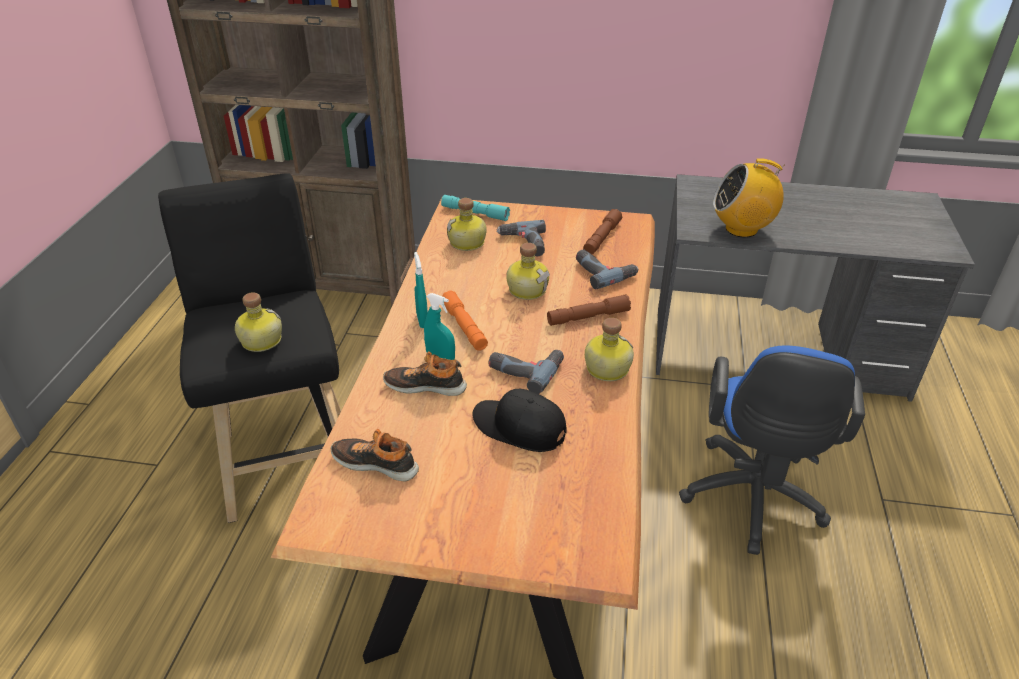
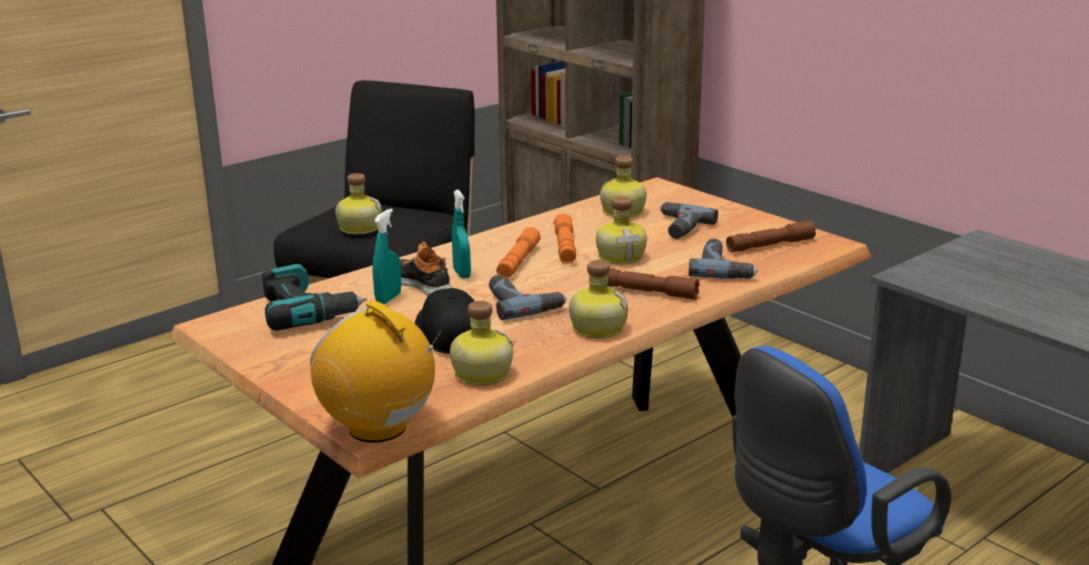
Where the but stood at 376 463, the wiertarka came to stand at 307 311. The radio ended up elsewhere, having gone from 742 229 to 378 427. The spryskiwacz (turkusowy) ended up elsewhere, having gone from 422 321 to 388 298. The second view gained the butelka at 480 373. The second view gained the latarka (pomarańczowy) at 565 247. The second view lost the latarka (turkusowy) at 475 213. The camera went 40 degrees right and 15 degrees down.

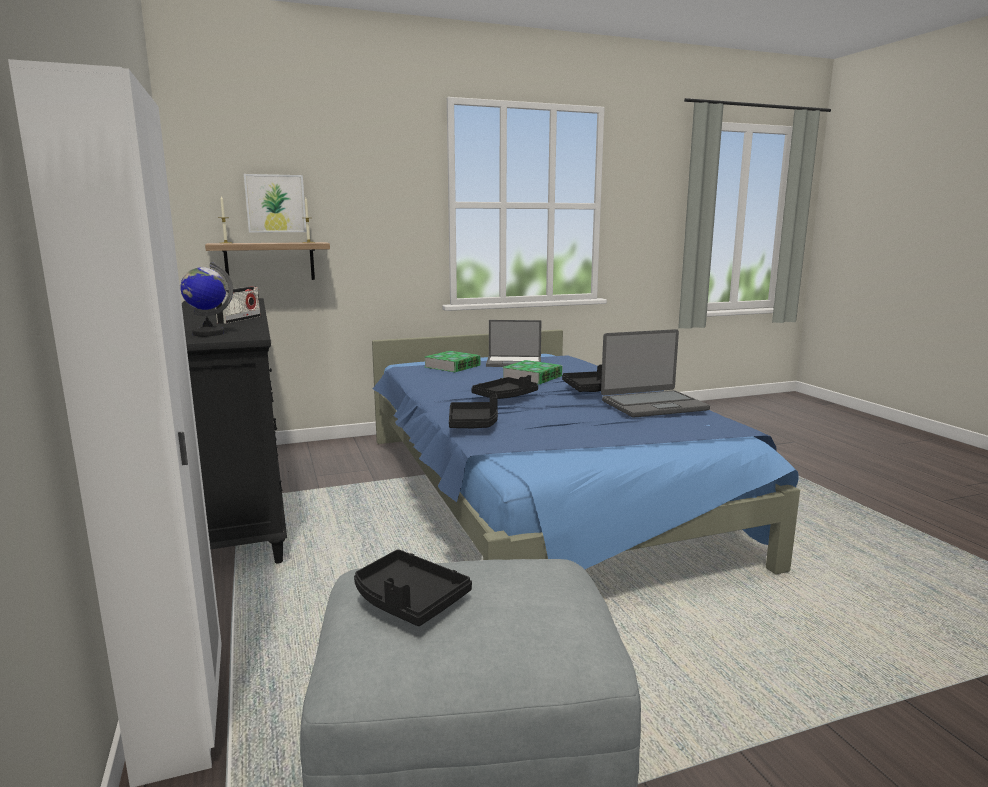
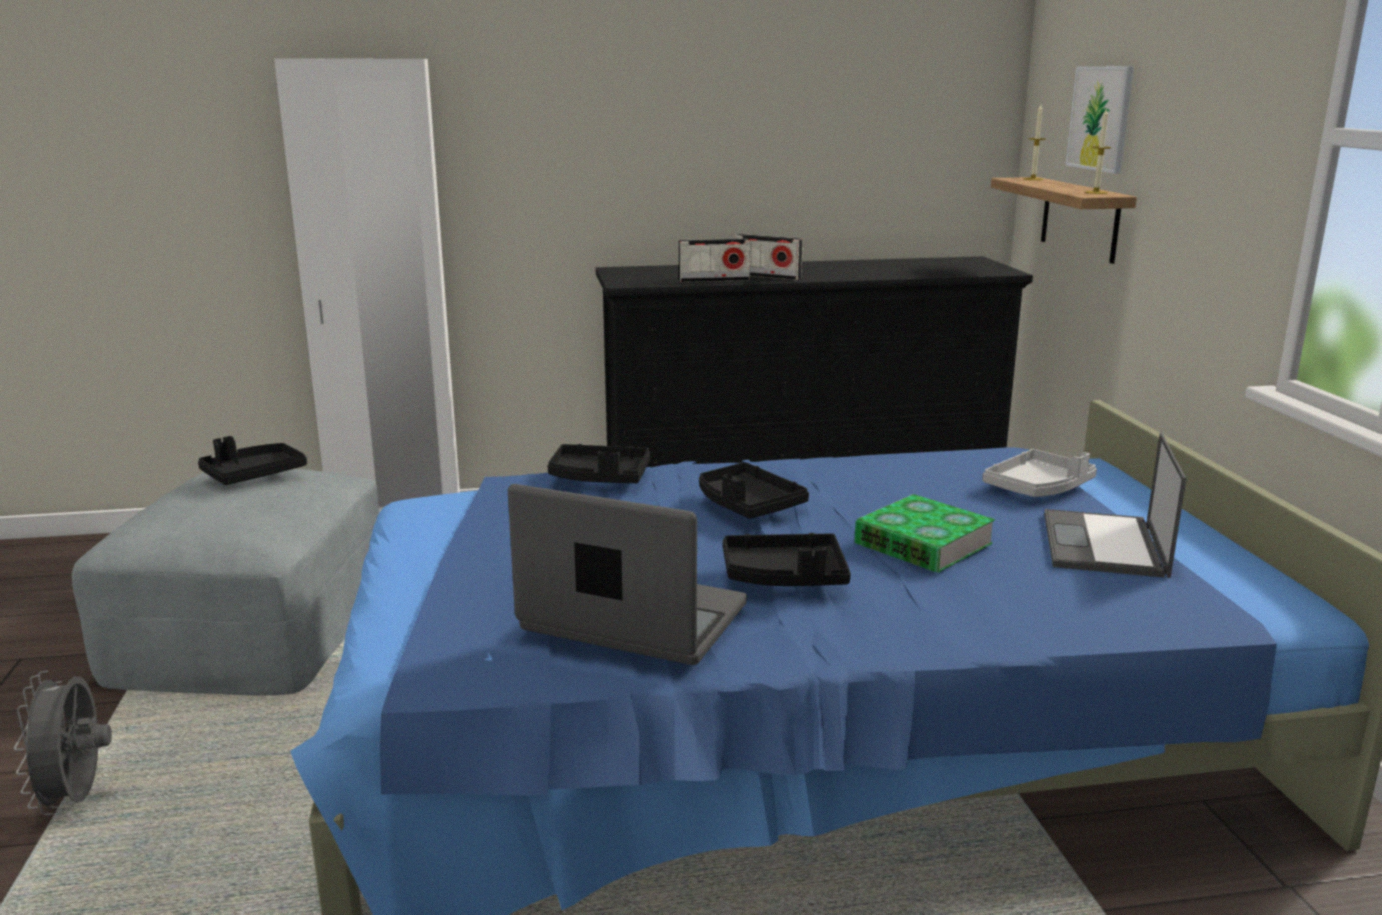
The second view gained the wentylator (szary) at 77 799. The laptop at 653 405 ended up facing another way, 120 degrees clockwise from before. The second view gained the radio at 714 280. Where the książka stood at 452 366, the taca (szary) came to stand at 1038 488. The second view lost the globus at 208 333. The camera went 100 degrees right and 5 degrees up.

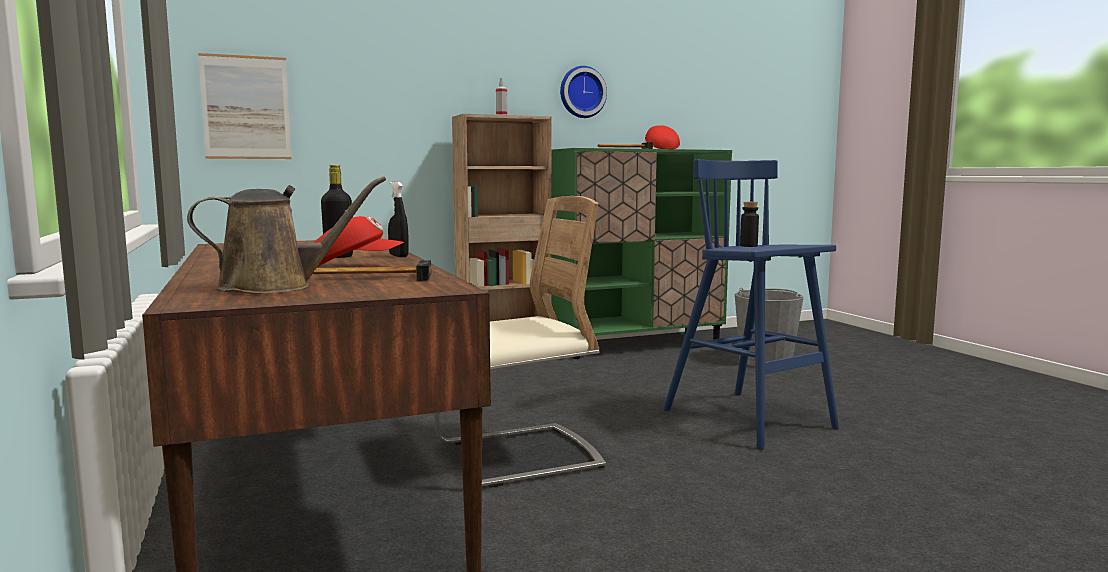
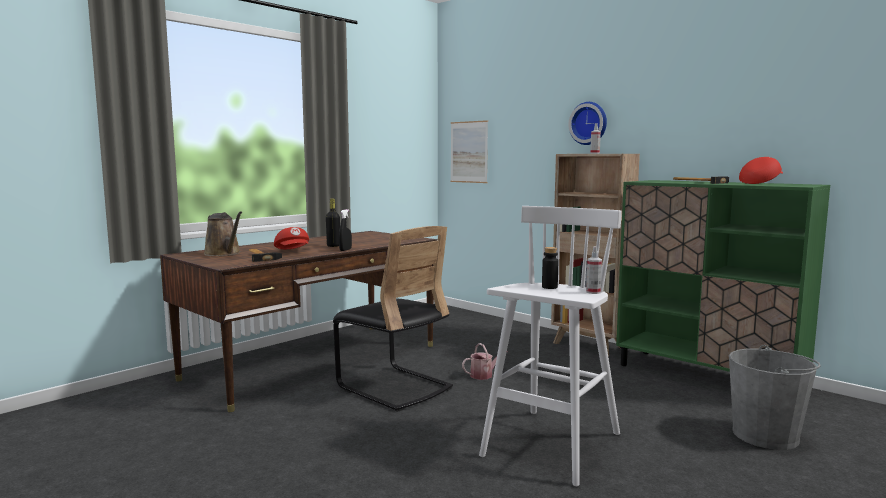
What was the krzesło (beżowy) at 517 456 turned into the krzesło (czarny) at 394 388. The second view gained the konewka at 484 375. What was the stołek (niebieski) at 750 420 turned into the stołek (biały) at 551 446. The zegar ścienny ended up elsewhere, having gone from 581 92 to 589 123. The second view gained the spryskiwacz at 593 292. The camera went 65 degrees right and 0 degrees up.

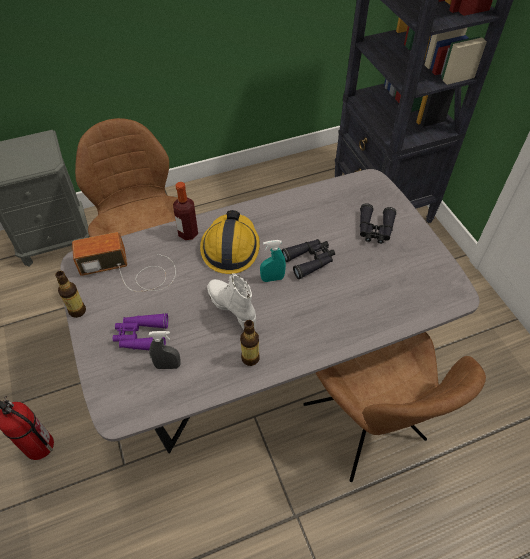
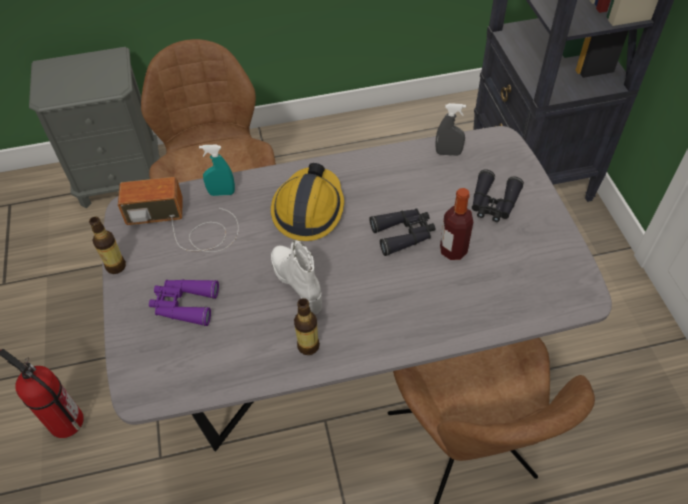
The spryskiwacz (turkusowy) ended up elsewhere, having gone from 272 278 to 221 193. The spryskiwacz (szary) ended up elsewhere, having gone from 167 366 to 448 153. The butelka ended up elsewhere, having gone from 188 233 to 453 250. The camera went 10 degrees right and 0 degrees up.

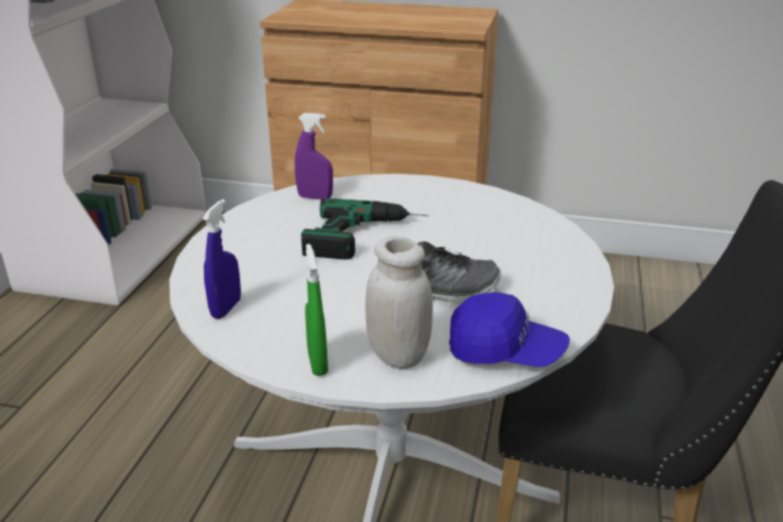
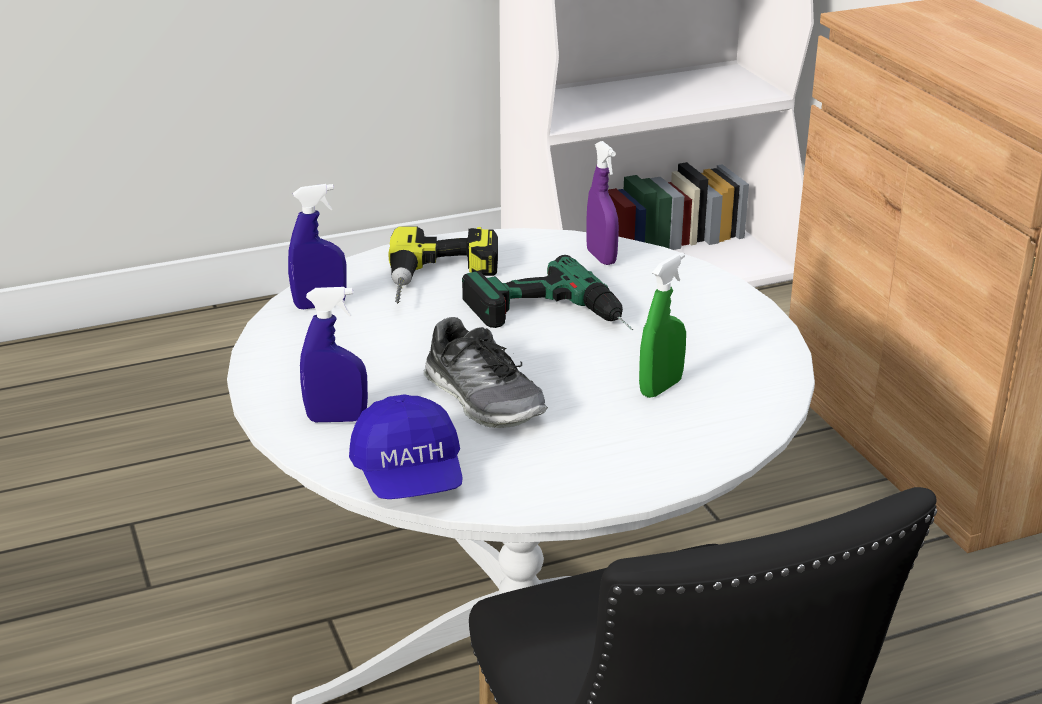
Where the słoik (biały) stood at 398 355, the spryskiwacz (niebieski) came to stand at 336 419. The second view gained the wiertarka at 441 279. The spryskiwacz (zielony) ended up elsewhere, having gone from 317 363 to 660 387. The camera went 55 degrees right and 0 degrees up.

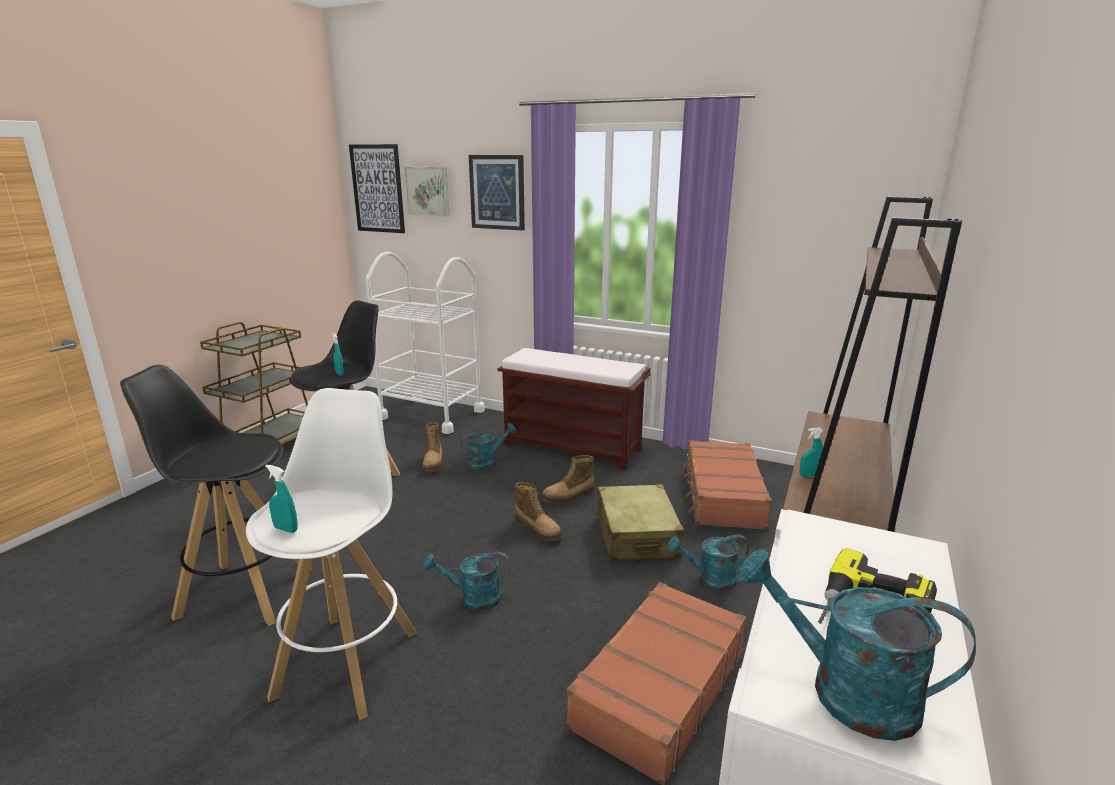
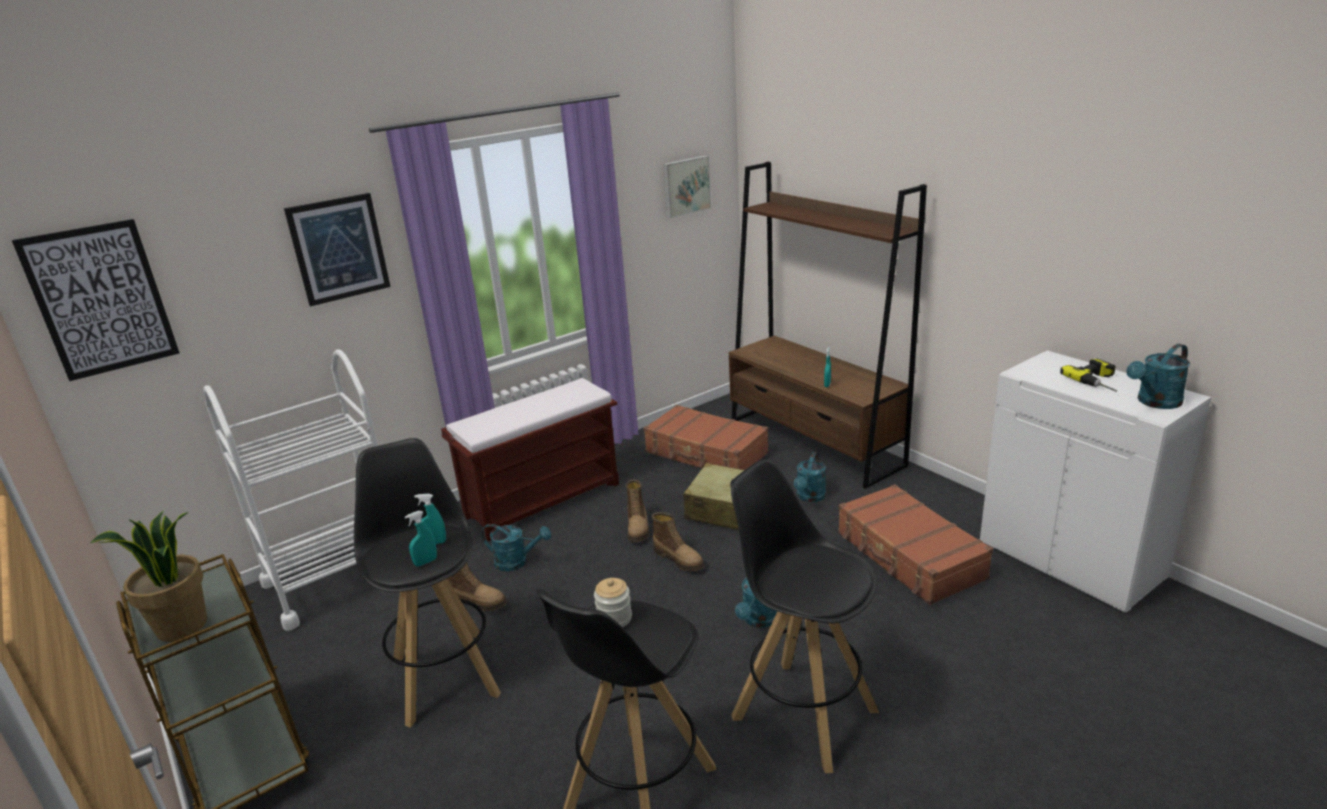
The second view gained the roślina doniczkowa at 182 627. The spryskiwacz (turkusowy) ended up elsewhere, having gone from 286 529 to 426 562. The konewka (turkusowy) at 486 462 ended up facing another way, 105 degrees clockwise from before. The second view gained the słoik at 614 618. The but z cholewką at 538 529 ended up facing another way, 60 degrees clockwise from before. The obraz ended up elsewhere, having gone from 428 191 to 685 186. What was the stołek (biały) at 348 661 turned into the stołek (czarny) at 803 712. The camera went 60 degrees left and 5 degrees up.

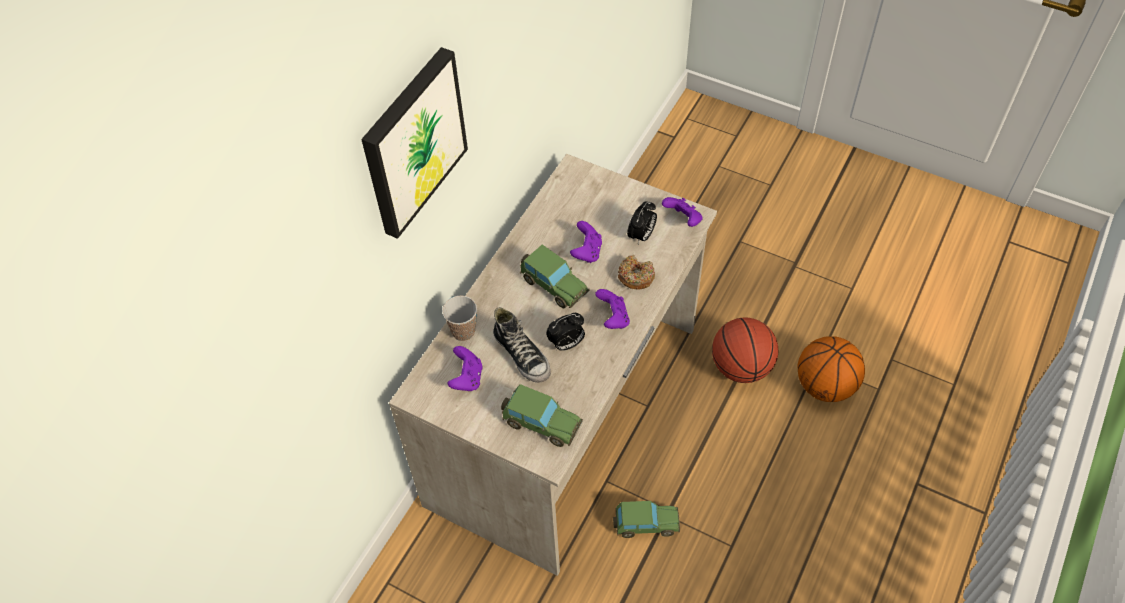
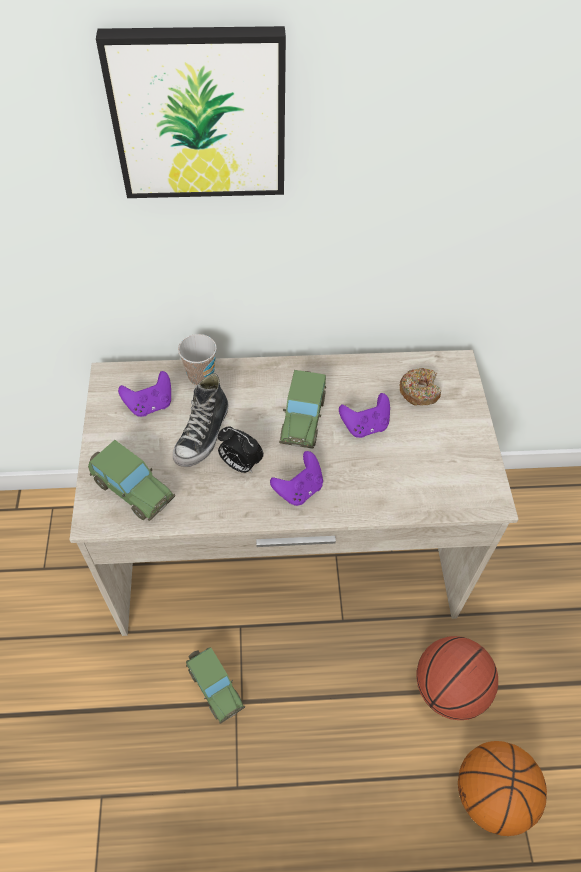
The samochodzik at 541 423 ended up facing another way, 45 degrees counterclockwise from before. The donut ended up elsewhere, having gone from 635 276 to 419 391. The second view lost the budzik at 641 236. The second view lost the pad do gier (fioletowy) at 683 220. The camera went 55 degrees right and 0 degrees up.

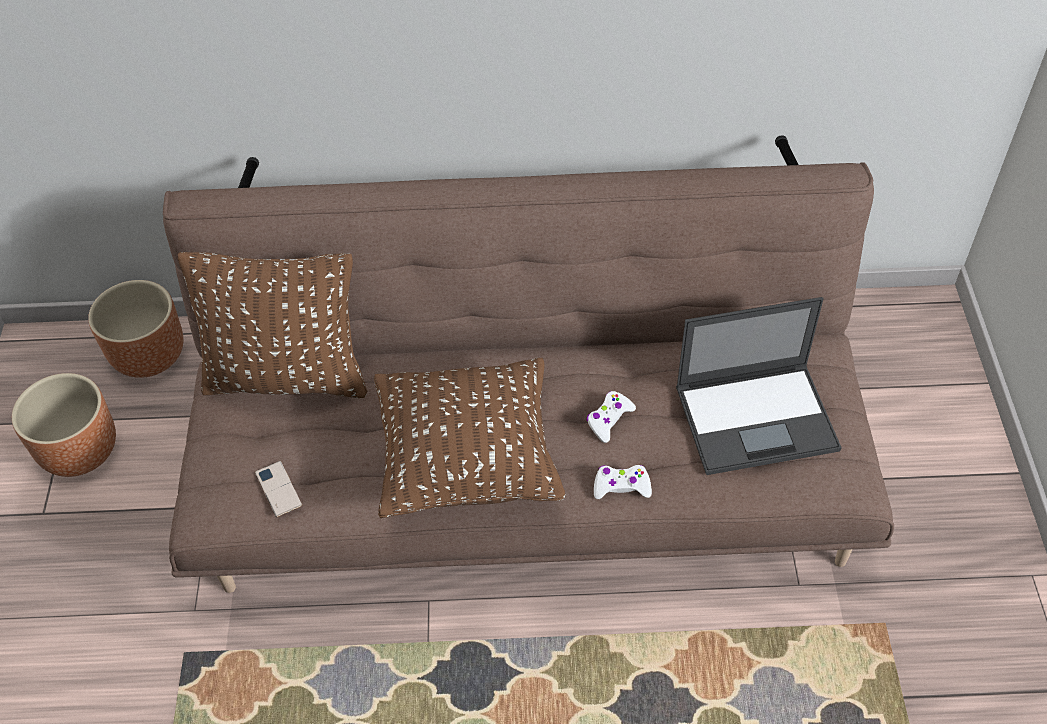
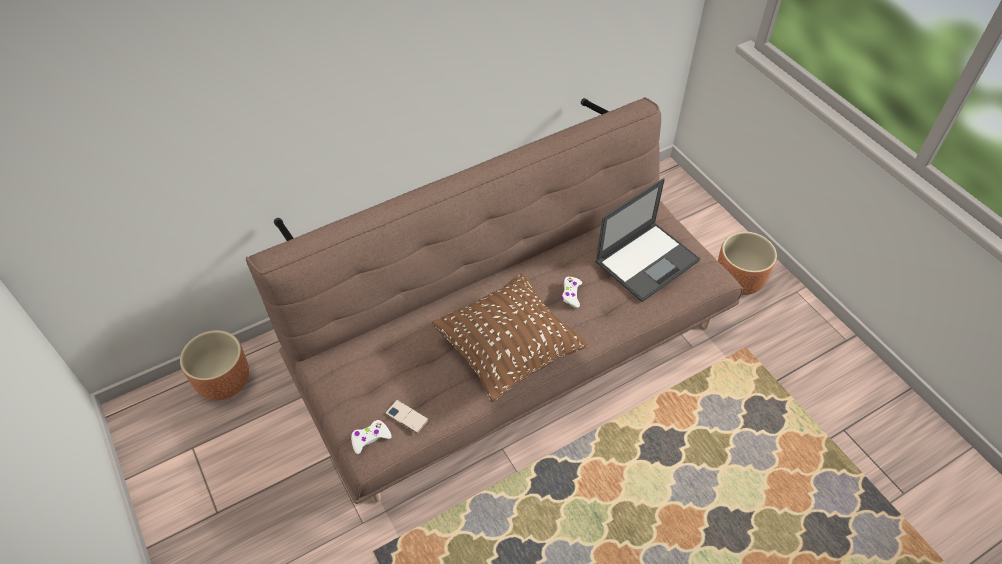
The pad do gier (biały) ended up elsewhere, having gone from 621 486 to 370 438. The donica (brązowy) ended up elsewhere, having gone from 80 451 to 737 281. The second view lost the poduszka (brązowy) at 288 377. The camera went 30 degrees left and 0 degrees up.

